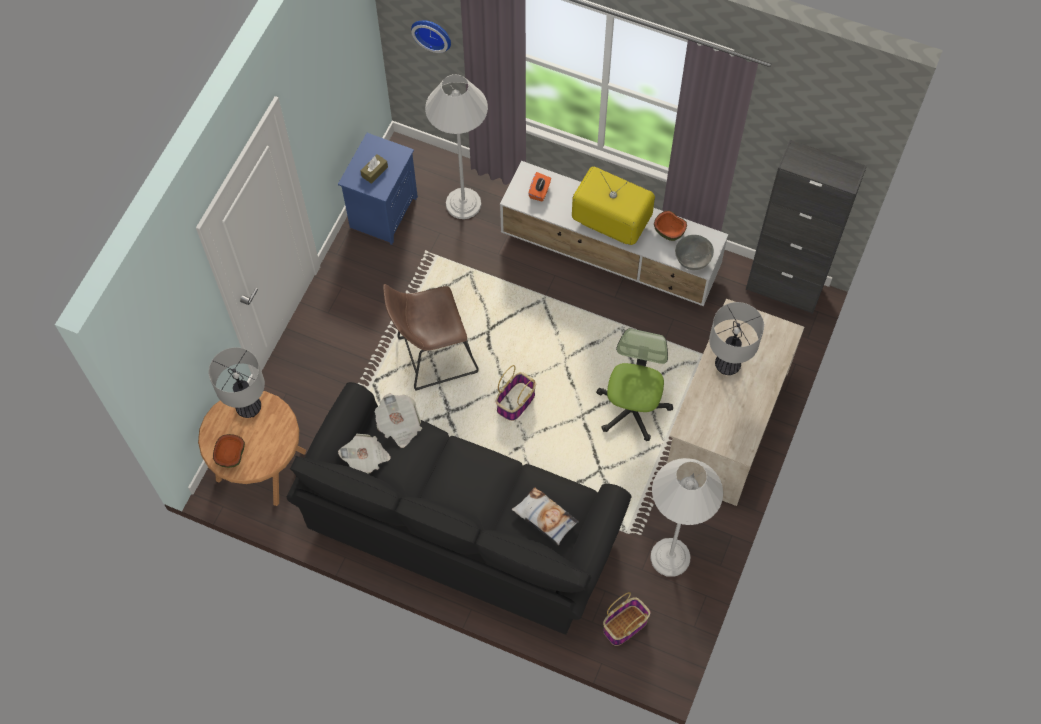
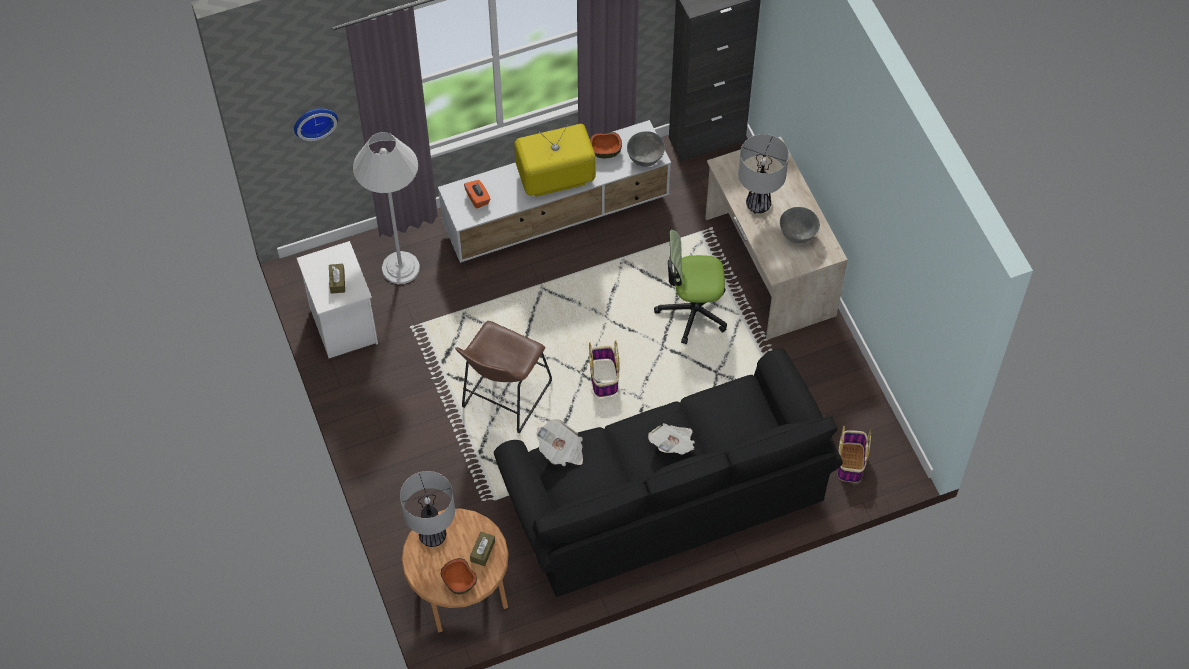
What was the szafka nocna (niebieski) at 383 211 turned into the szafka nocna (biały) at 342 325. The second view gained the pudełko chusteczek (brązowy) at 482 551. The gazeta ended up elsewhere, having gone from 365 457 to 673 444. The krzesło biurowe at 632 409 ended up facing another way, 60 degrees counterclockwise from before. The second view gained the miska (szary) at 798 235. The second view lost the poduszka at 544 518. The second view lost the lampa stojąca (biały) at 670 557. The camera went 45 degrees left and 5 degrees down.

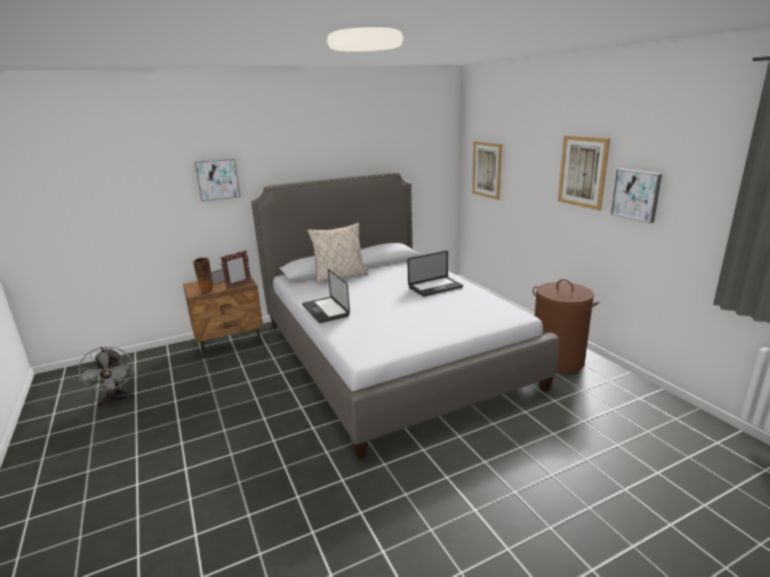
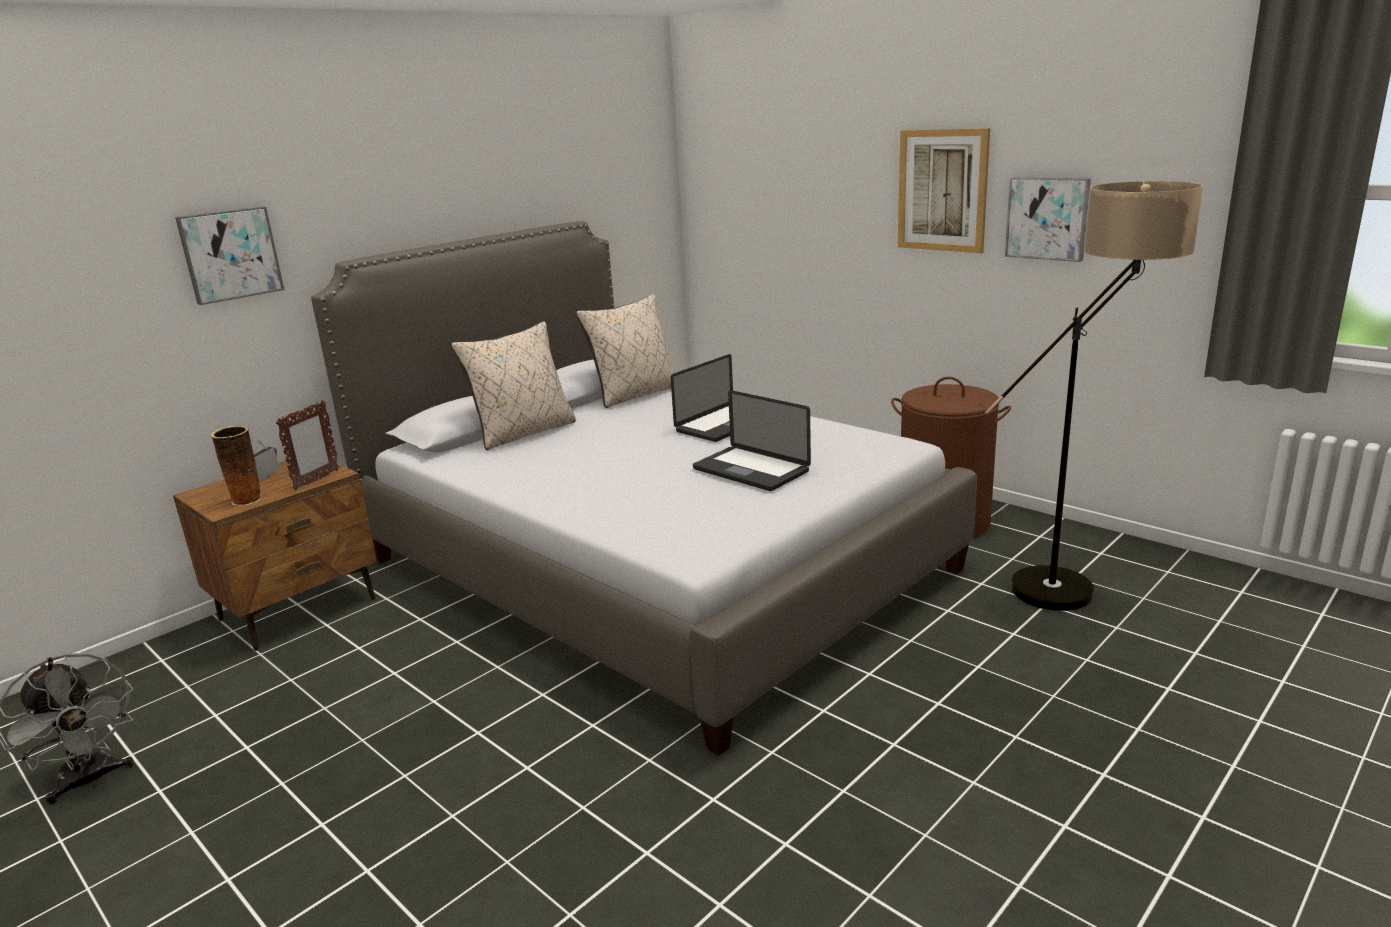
The second view gained the poduszka (beżowy) at 635 394. The laptop ended up elsewhere, having gone from 325 310 to 750 470. The second view gained the lampa stojąca at 1078 584. The second view lost the obraz at 487 169. The camera went 20 degrees left and 0 degrees up.

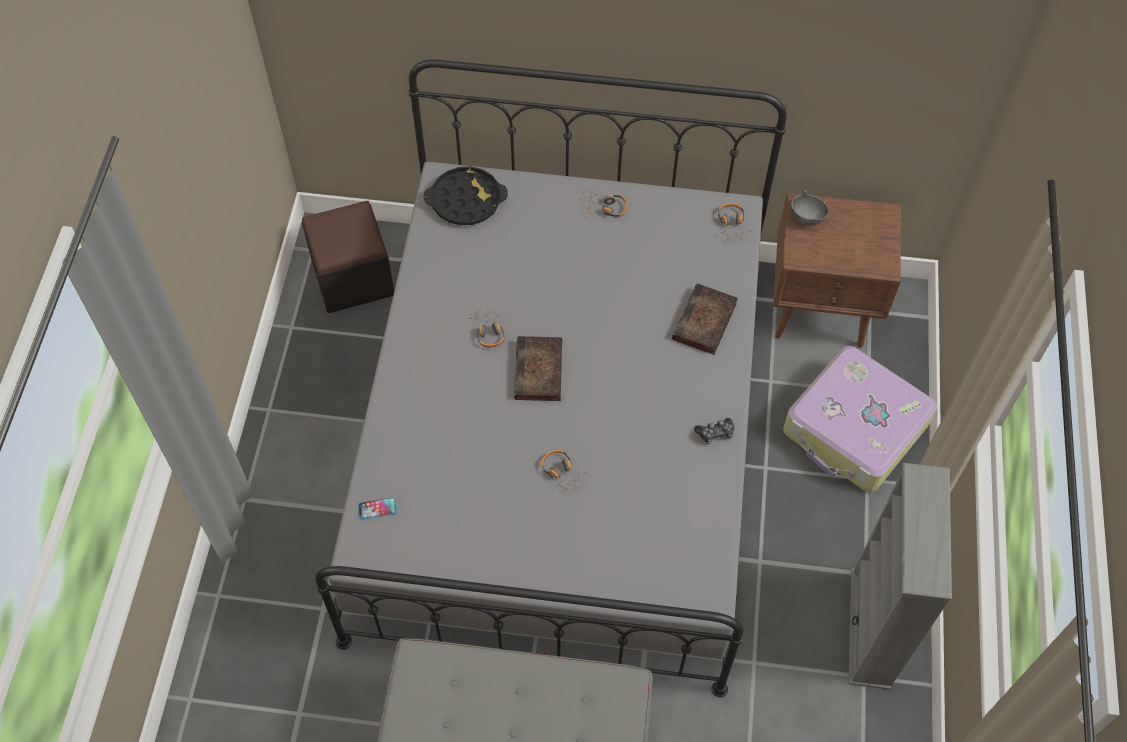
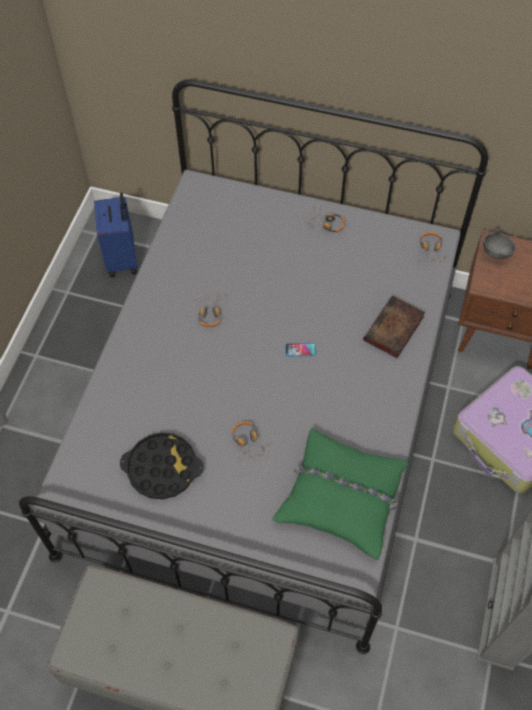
Where the pufa (czarny) stood at 353 278, the walizka (niebieski) came to stand at 123 259. The taca (czarny) ended up elsewhere, having gone from 466 200 to 162 468. The second view gained the poduszka (zielony) at 342 496. The telefon ended up elsewhere, having gone from 377 508 to 300 350. The second view lost the książka at 539 373. The second view lost the pad do gier at 715 433. The camera went 10 degrees right and 0 degrees up.

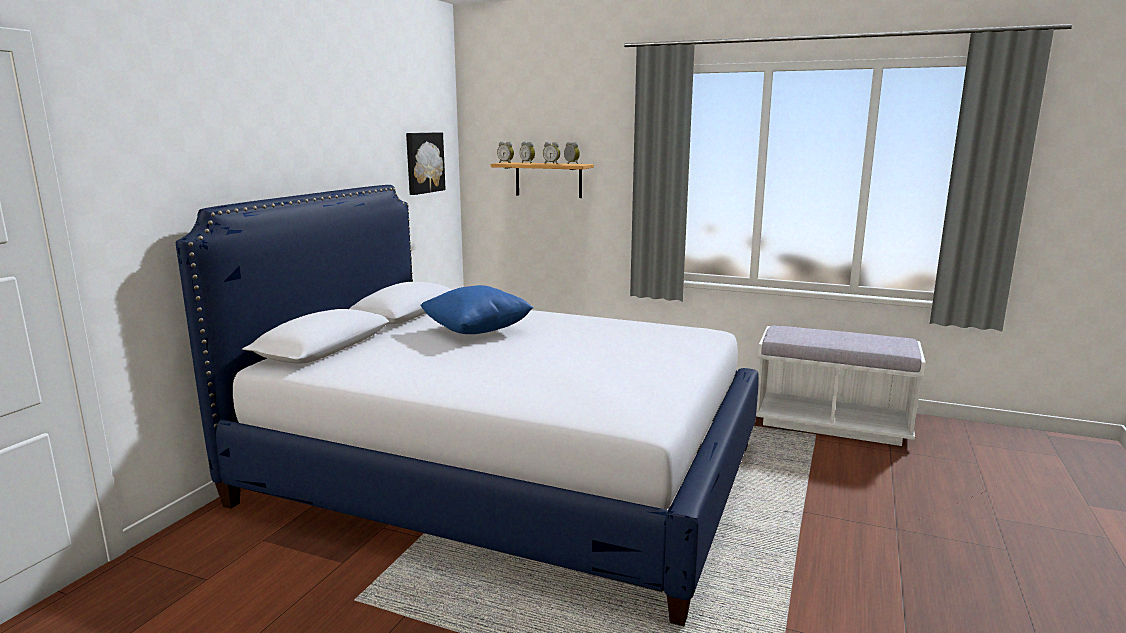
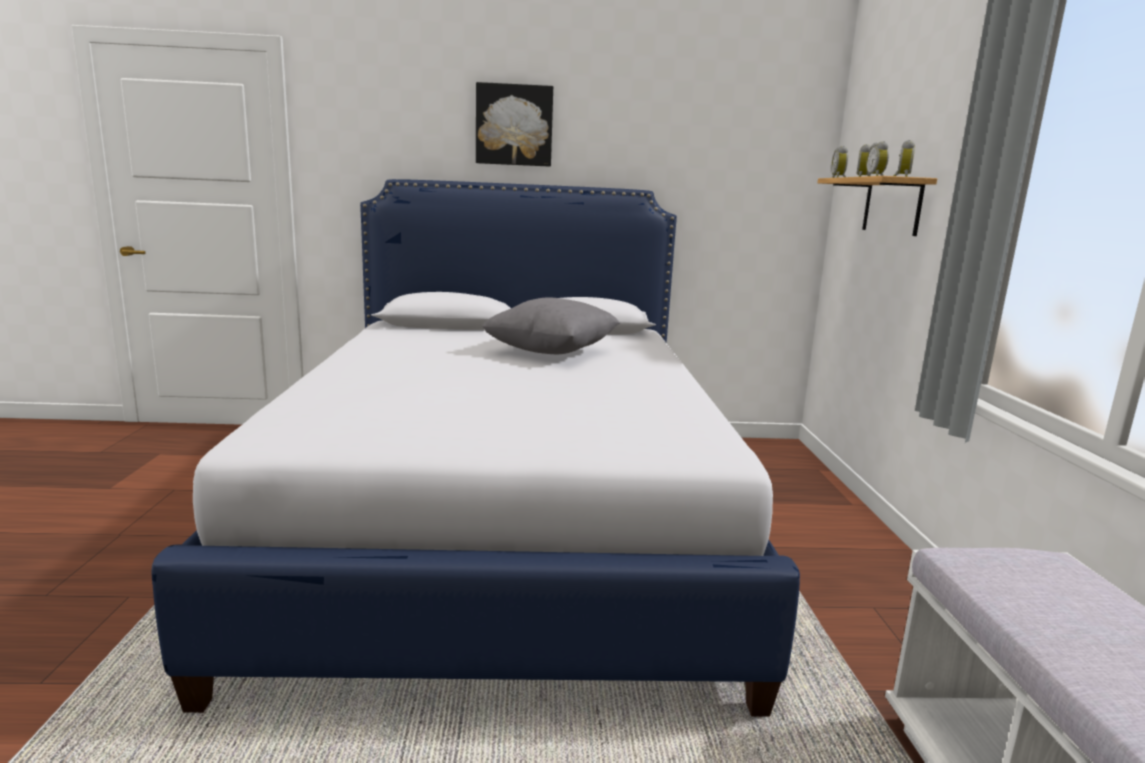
The obraz ended up elsewhere, having gone from 423 162 to 514 125. What was the poduszka (niebieski) at 477 331 turned into the poduszka (szary) at 551 353. The camera went 65 degrees right and 0 degrees up.

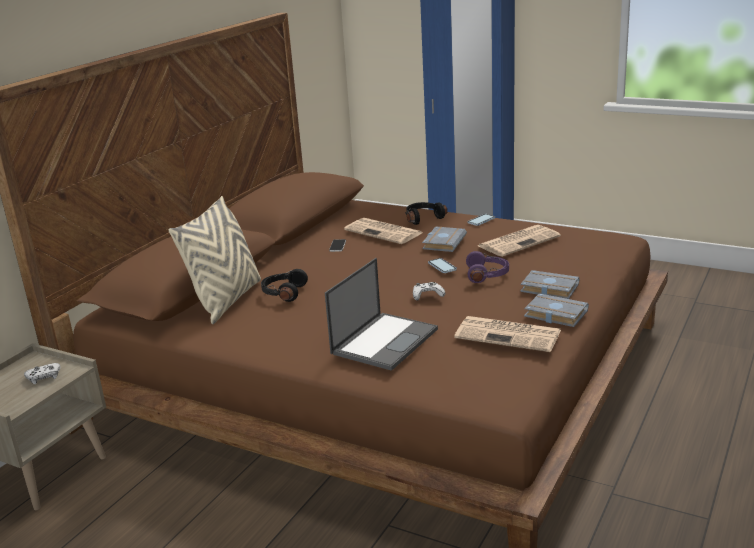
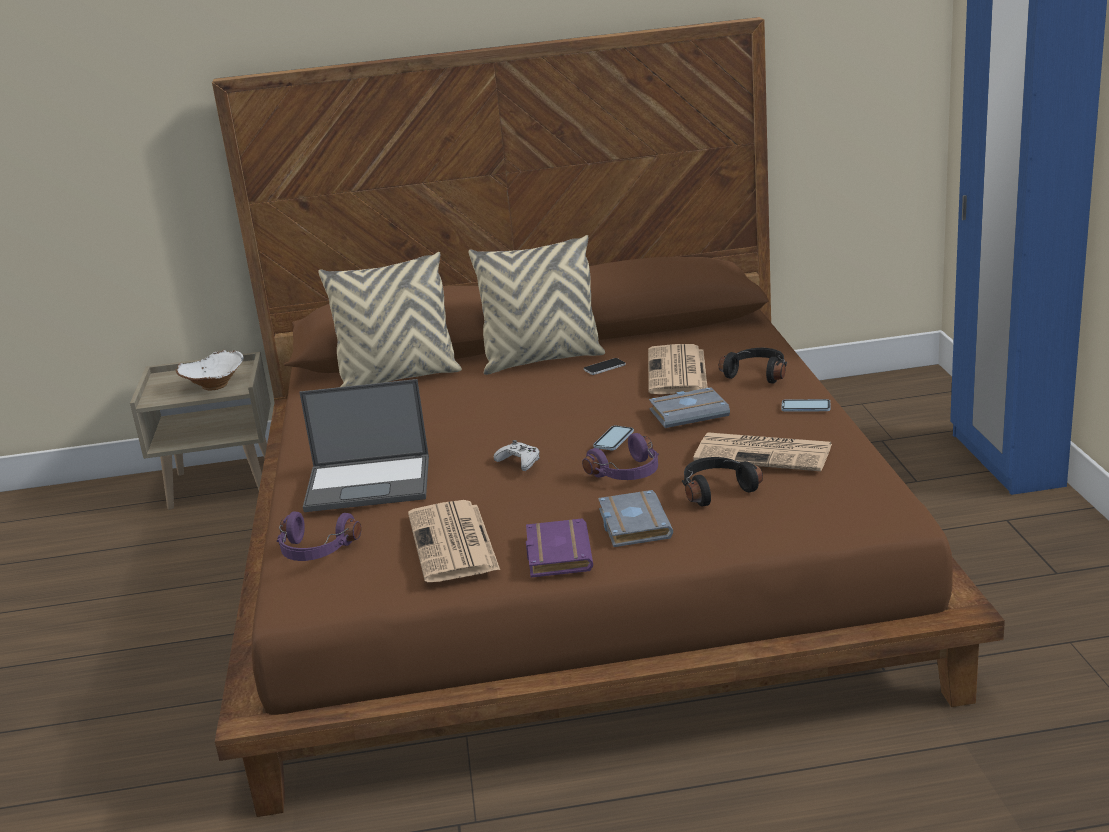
Where the pad do gier (biały) stood at 44 377, the miska (biały) came to stand at 214 385. The second view gained the słuchawki (fioletowy) at 315 551. The second view gained the poduszka (beżowy) at 542 360. What was the książka (szary) at 554 315 turned into the książka (fioletowy) at 556 554. The słuchawki (czarny) ended up elsewhere, having gone from 283 293 to 716 490. The camera went 55 degrees right and 0 degrees up.

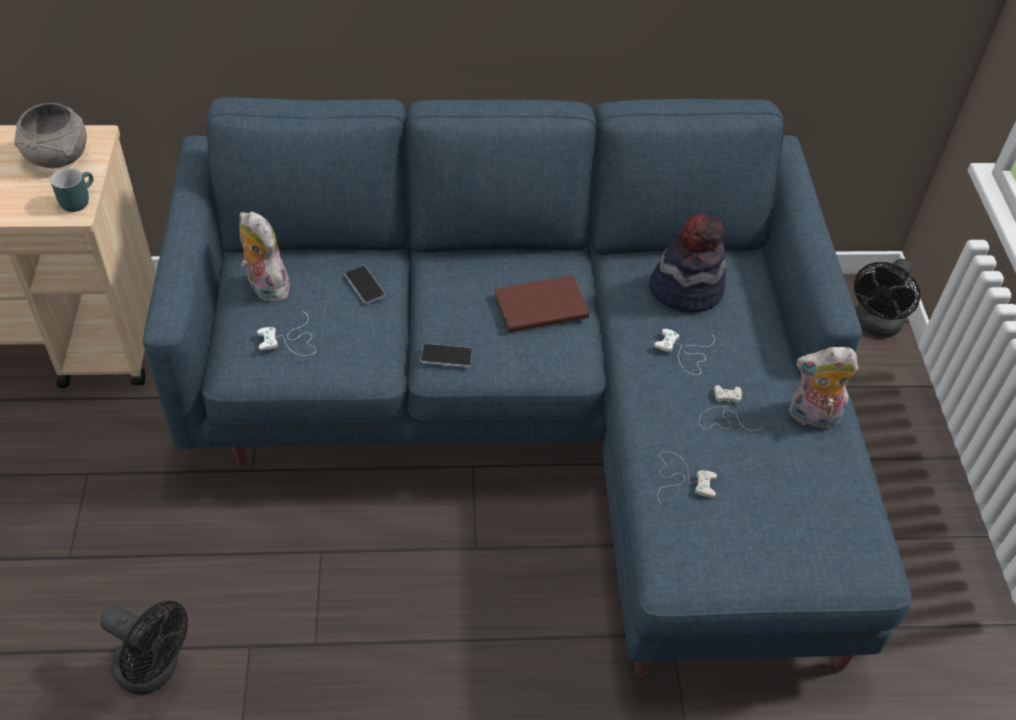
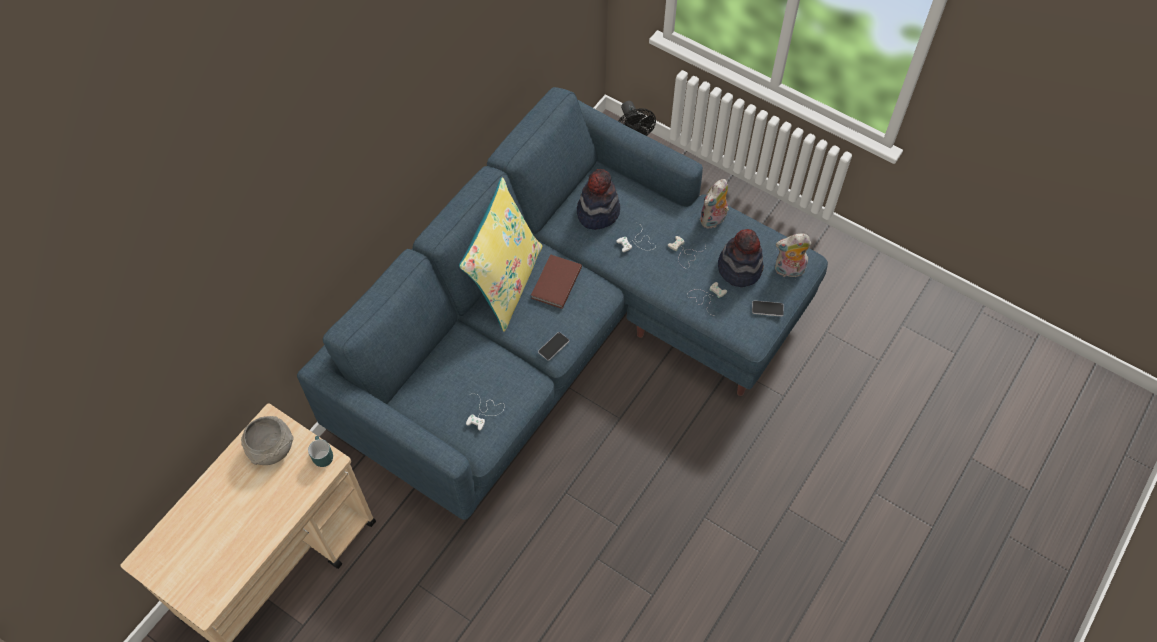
The second view gained the poduszka (żółty) at 505 282. The second view gained the kapelusz at 739 268. The telefon ended up elsewhere, having gone from 364 285 to 767 309. The pluszak ended up elsewhere, having gone from 265 287 to 788 271. The second view lost the wentylator (czarny) at 155 670. The camera went 50 degrees left and 10 degrees up.

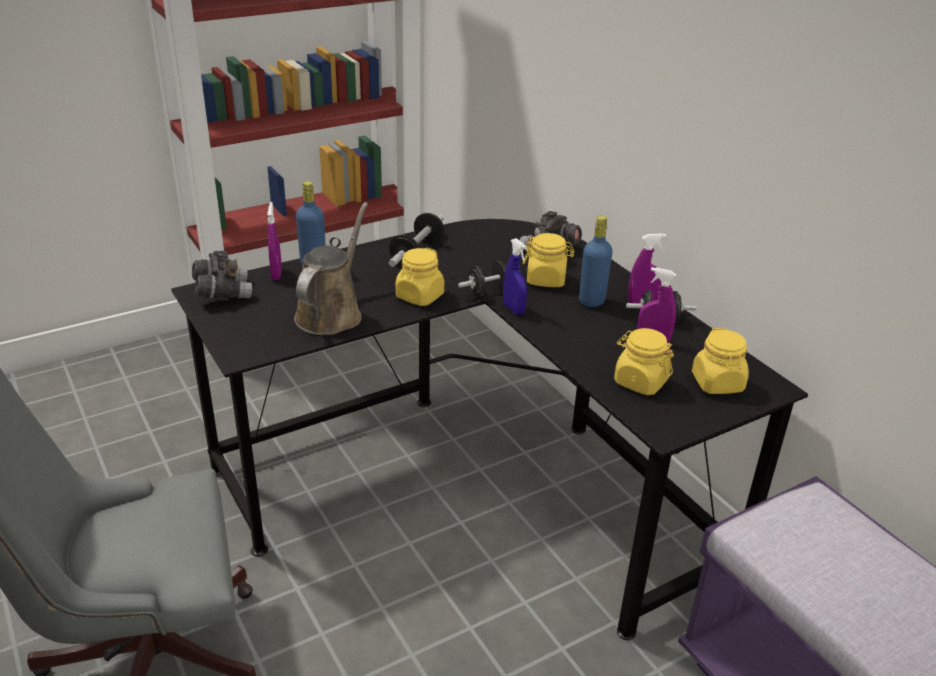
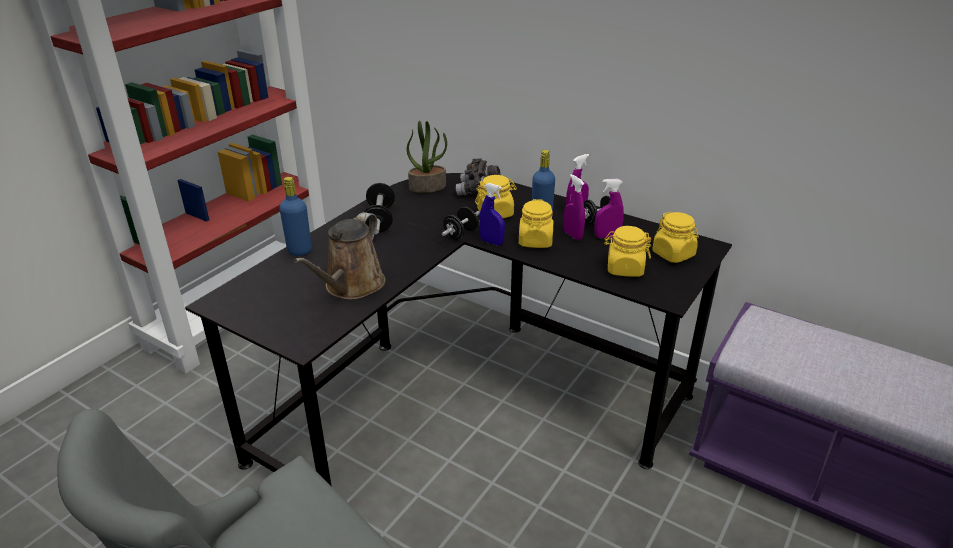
The konewka (brązowy) at 331 313 ended up facing another way, 150 degrees counterclockwise from before. The second view gained the roślina doniczkowa at 428 187. The słoik (żółty) ended up elsewhere, having gone from 419 296 to 535 241. The spryskiwacz (fioletowy) ended up elsewhere, having gone from 276 274 to 572 235. The second view lost the lornetka (szary) at 222 292. The camera went 25 degrees left and 0 degrees up.

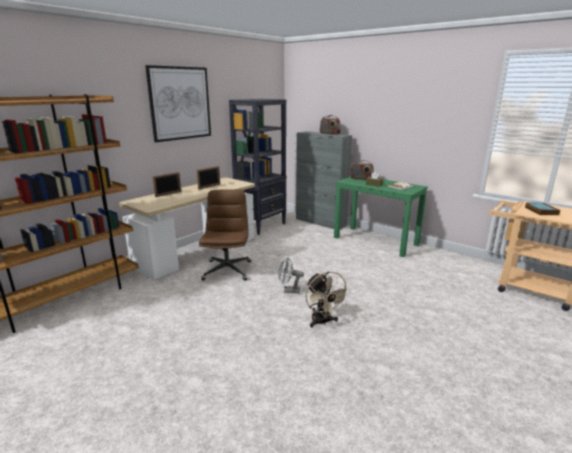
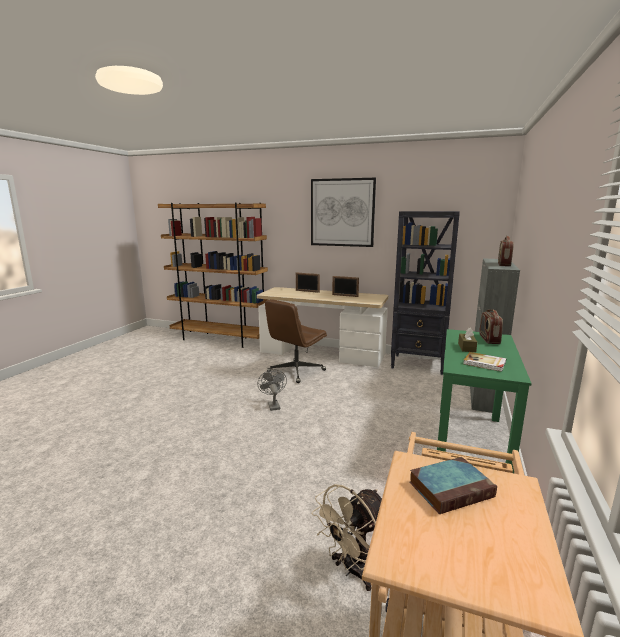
The krzesło biurowe (brązowy) at 227 270 ended up facing another way, 150 degrees clockwise from before. The wentylator (beżowy) ended up elsewhere, having gone from 323 322 to 353 570. The camera went 70 degrees right and 5 degrees down.

